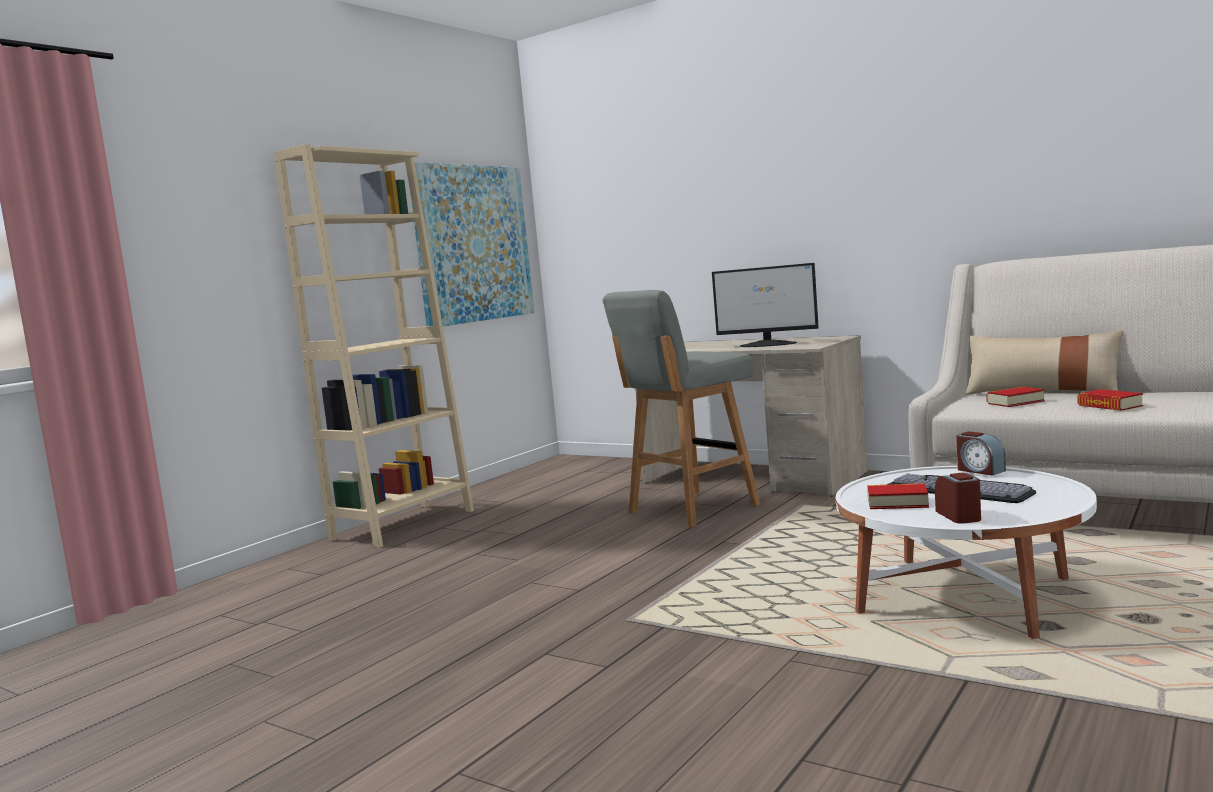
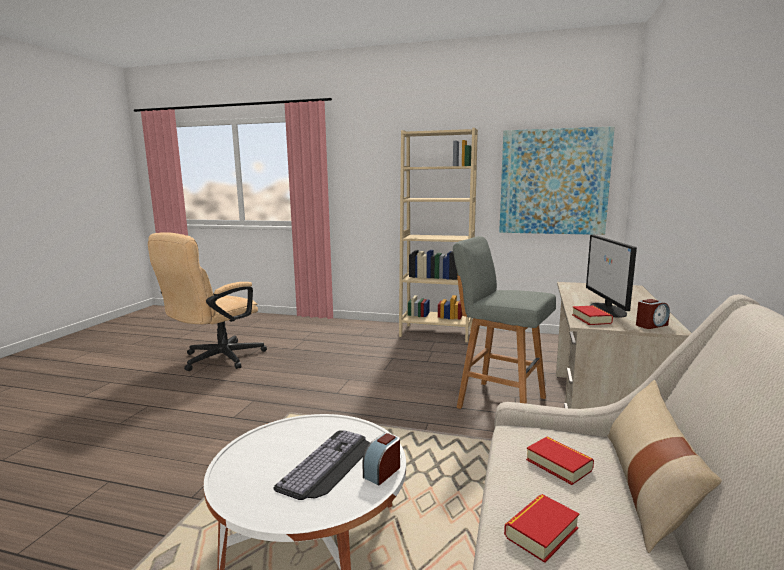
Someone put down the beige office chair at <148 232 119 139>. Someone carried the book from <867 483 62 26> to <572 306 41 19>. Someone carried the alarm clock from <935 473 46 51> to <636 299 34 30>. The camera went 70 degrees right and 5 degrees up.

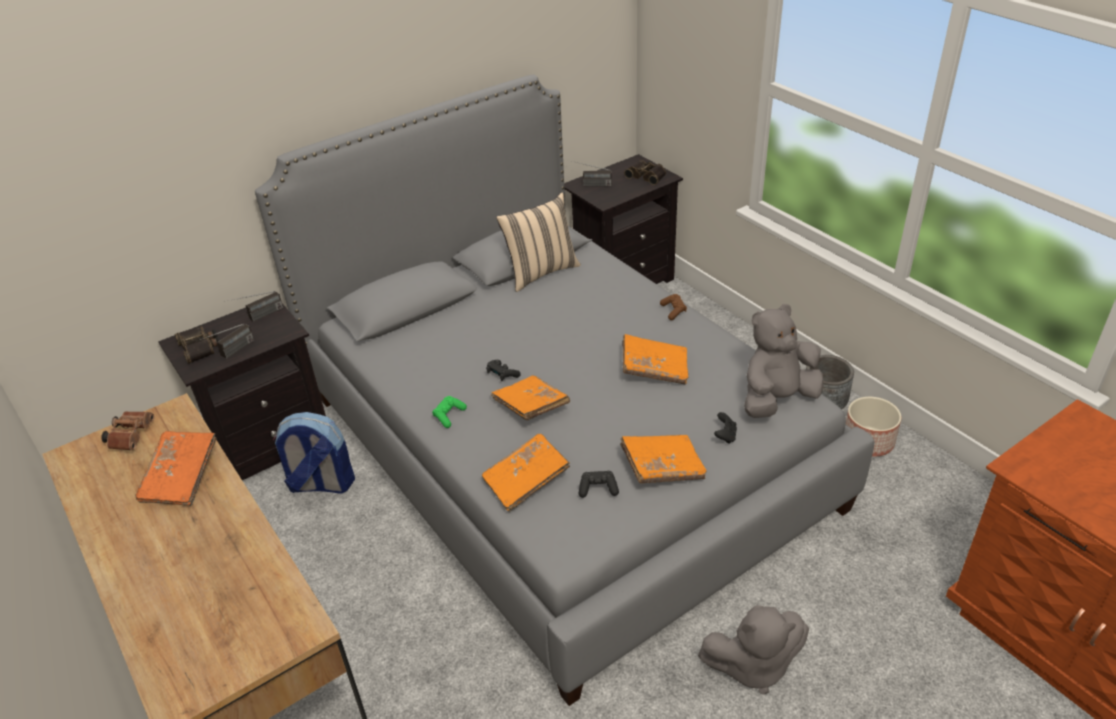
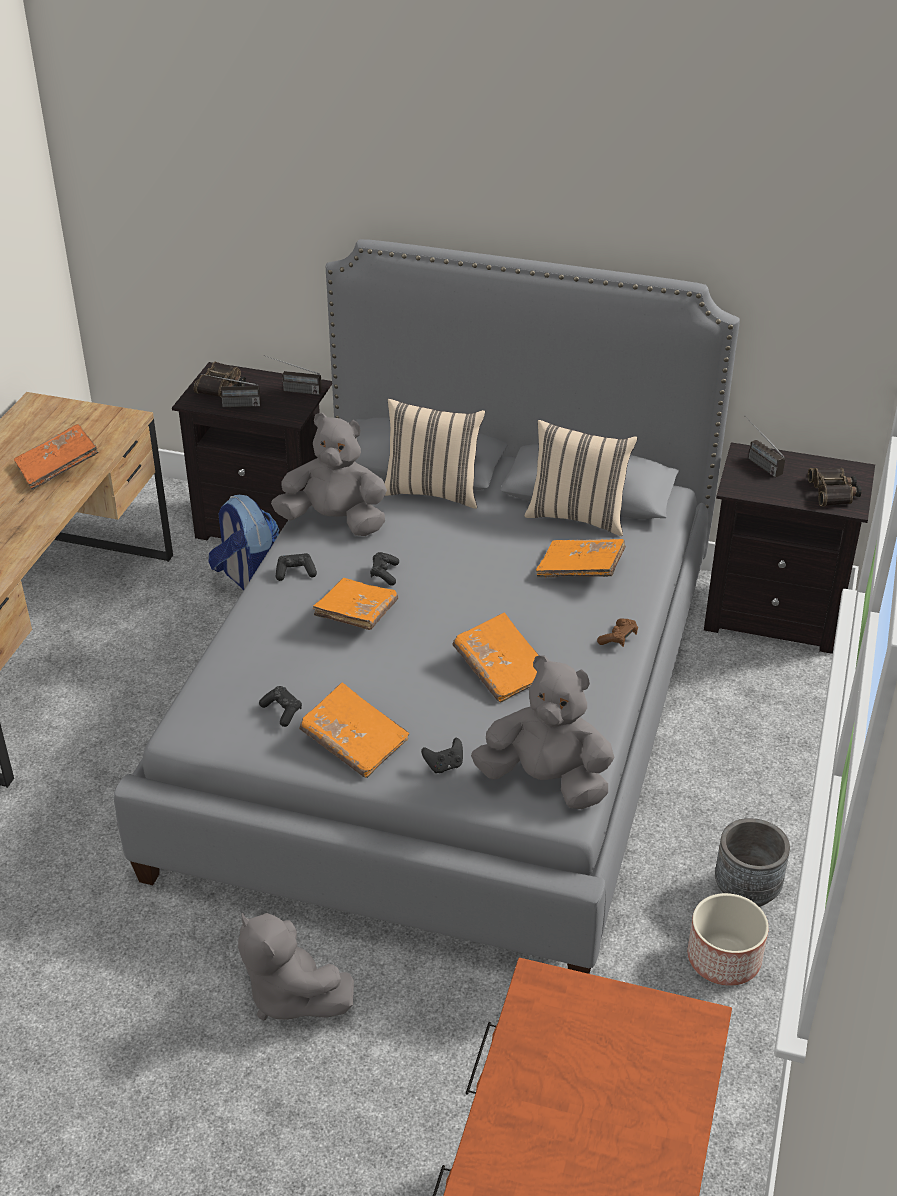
Someone put down the grey plush toy at <271 413 116 123>. Someone repainted the green game controller at <432 396 35 32>, which became the black game controller at <276 553 41 28>. Someone put down the beige pillow at <384 399 101 110>. Someone carried the orange book from <482 434 88 78> to <536 539 90 38>. Someone took away the brown binoculars at <101 411 54 40>. The camera went 50 degrees right and 0 degrees up.

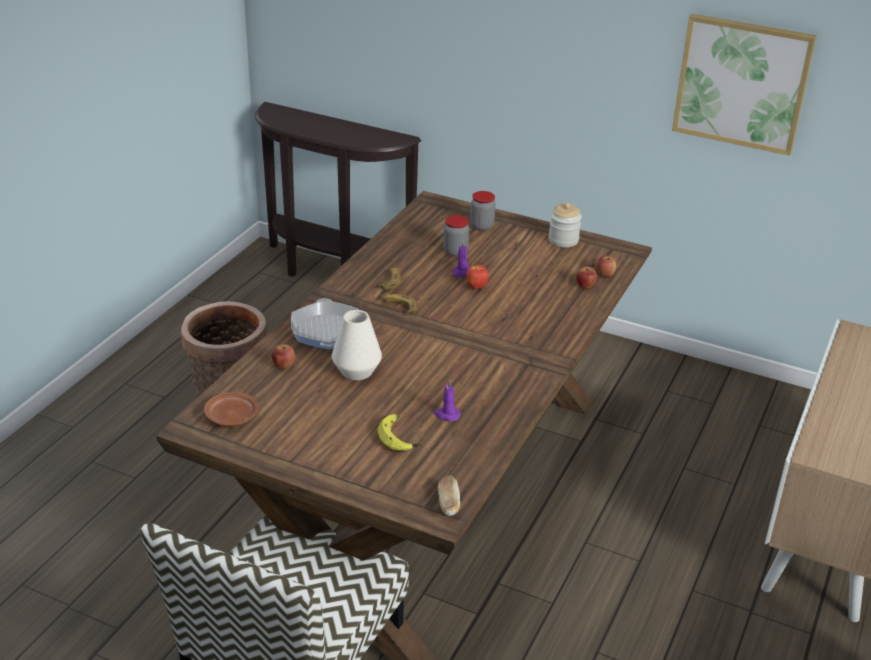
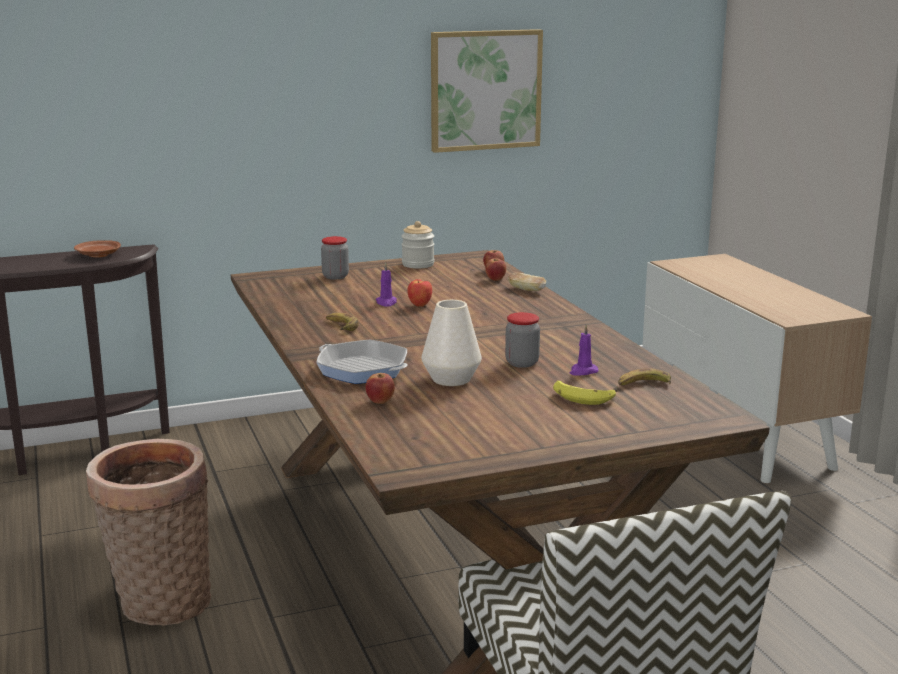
Someone carried the brown plate from <204 392 55 35> to <74 240 47 18>. Someone carried the jar from <443 215 26 41> to <505 312 35 56>. Someone carried the bread from <438 476 22 40> to <508 273 38 18>. Someone carried the banana from <381 294 37 20> to <618 368 53 17>. The camera went 45 degrees left and 15 degrees down.

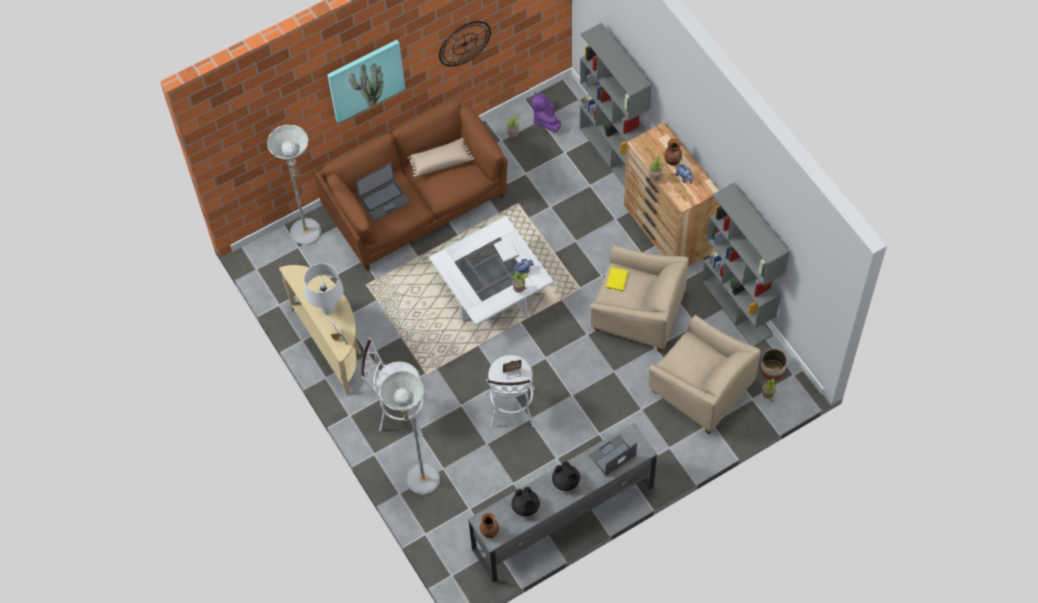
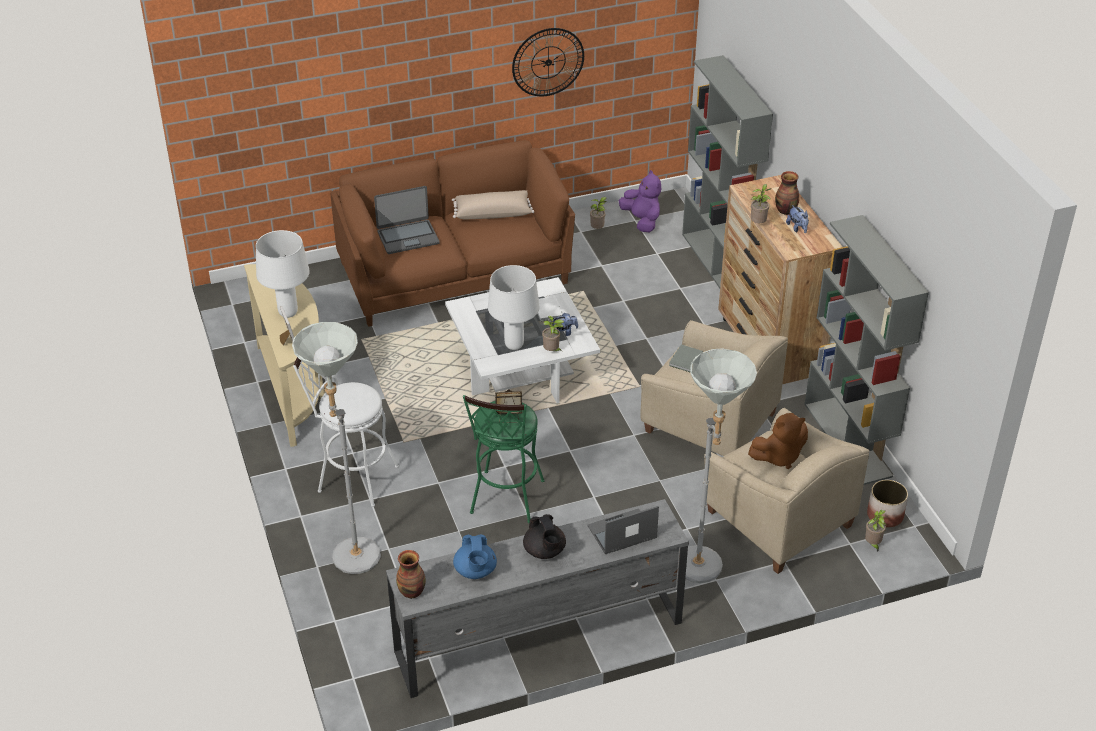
Someone repainted the black teapot at <511 487 29 29>, which became the blue teapot at <453 534 44 45>. Someone repainted the white stool at <486 355 49 73>, which became the green stool at <463 395 82 128>. Someone put down the white table lamp at <488 265 51 85>. Someone rotated the purple plush toy at <531 92 30 40> by 150 degrees clockwise. Someone repainted the yellow book at <606 267 22 24>, which became the grey book at <669 344 34 28>. Someone carried the grey floor lamp from <267 125 54 120> to <685 348 72 235>. Someone put down the brown plush toy at <748 413 60 56>. Someone took away the picture at <327 40 78 83>. The camera went 10 degrees right and 20 degrees down.

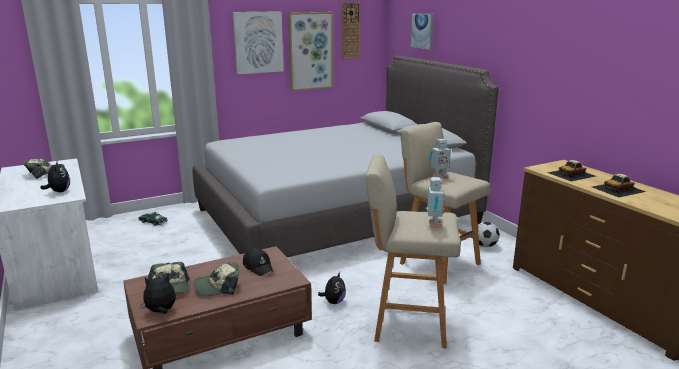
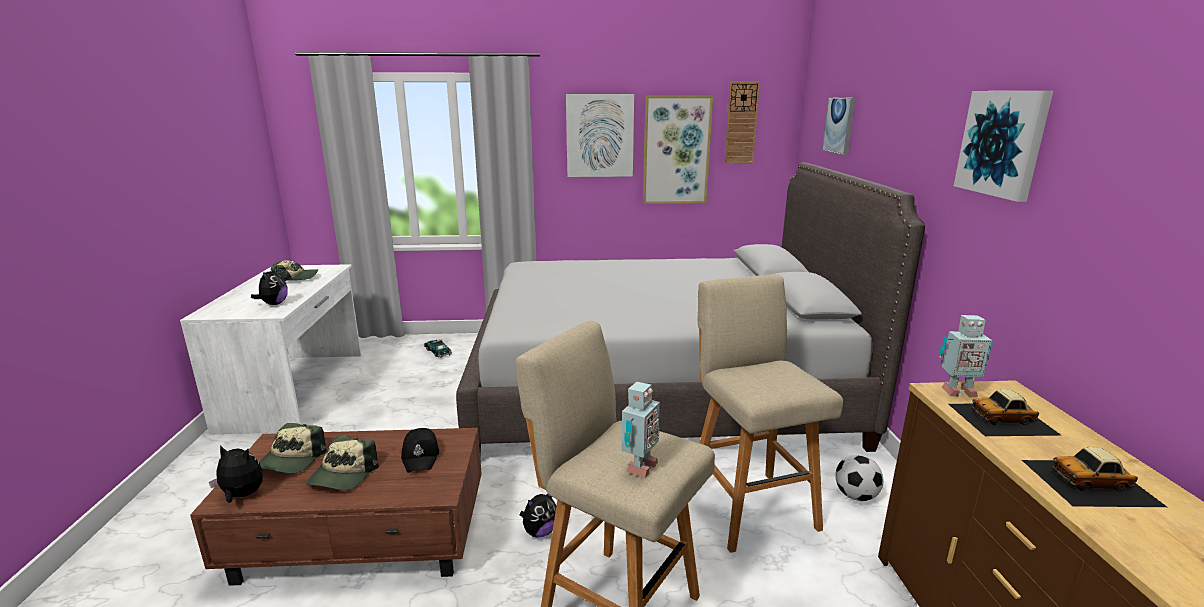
Someone rotated the cap at <194 262 45 34> by 90 degrees counterclockwise. Someone carried the toy robot from <430 139 21 40> to <939 315 54 83>. Someone put up the picture at <954 91 99 111>. The camera went 25 degrees right and 0 degrees up.

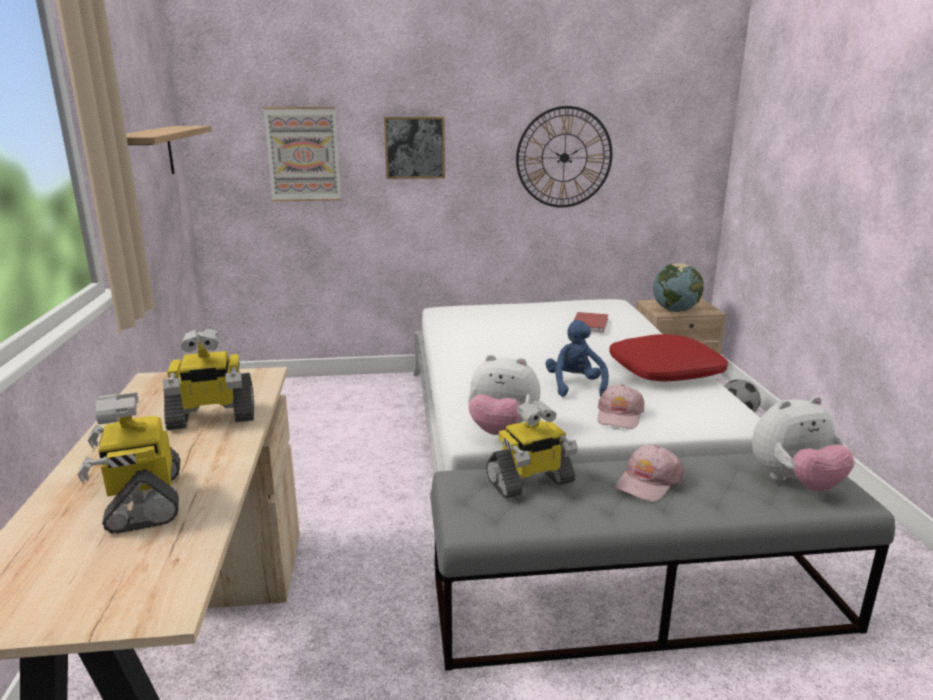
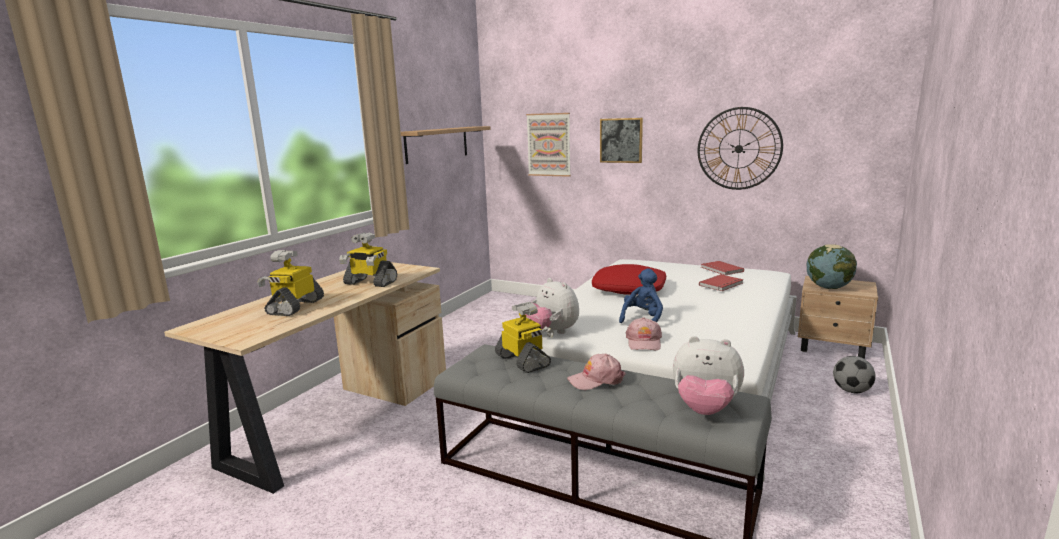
Someone rotated the toy robot at <486 400 92 99> by 135 degrees counterclockwise. Someone carried the red pillow from <609 334 119 48> to <592 264 74 31>. Someone rotated the pink cap at <597 384 47 45> by 45 degrees counterclockwise. Someone put down the red book at <701 261 43 14>. The camera went 35 degrees right and 5 degrees down.

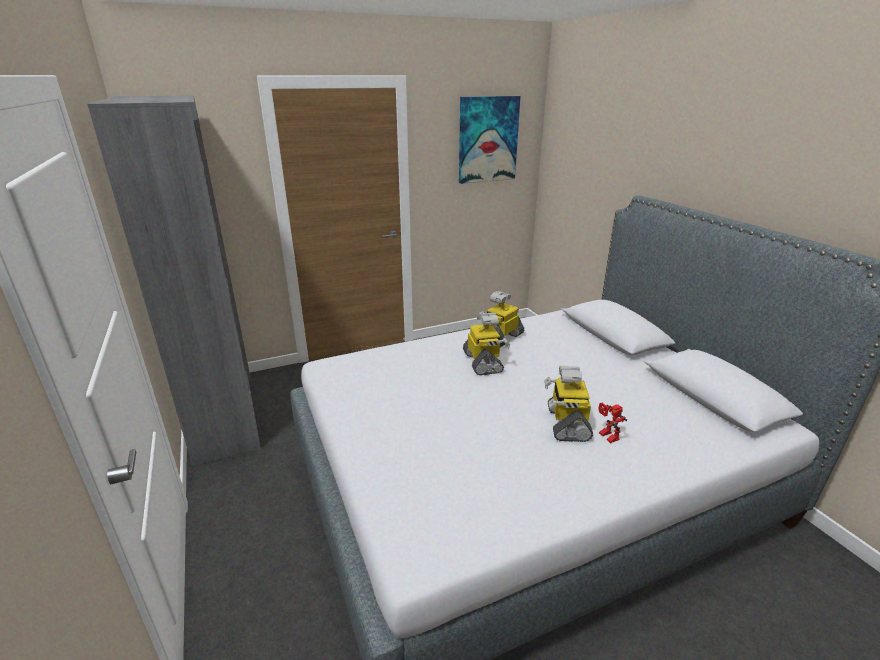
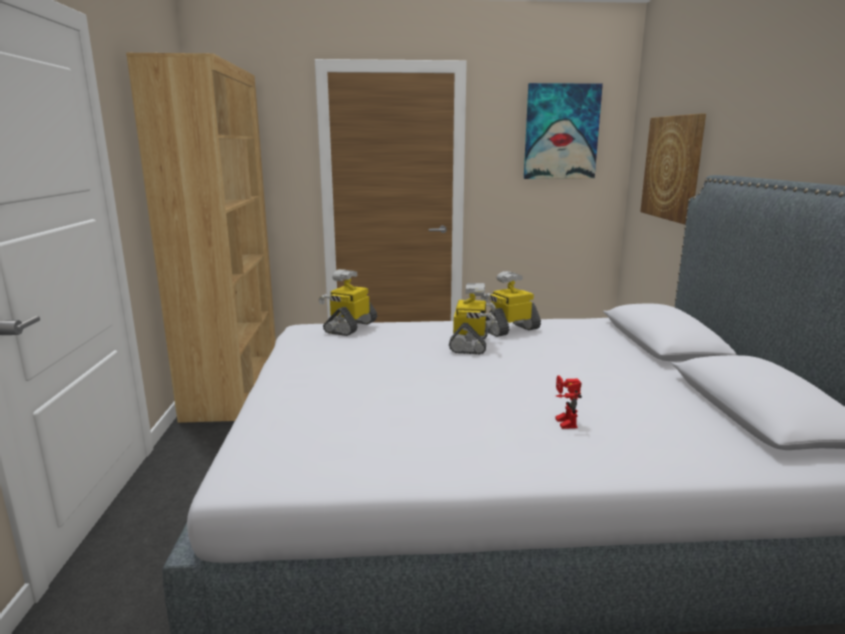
Someone repainted the grey bookcase at <87 95 174 371>, which became the brown bookcase at <126 53 150 370>. Someone carried the toy robot from <544 366 49 76> to <318 269 60 67>. Someone put up the picture at <640 114 66 111>. The camera went 20 degrees right and 10 degrees down.

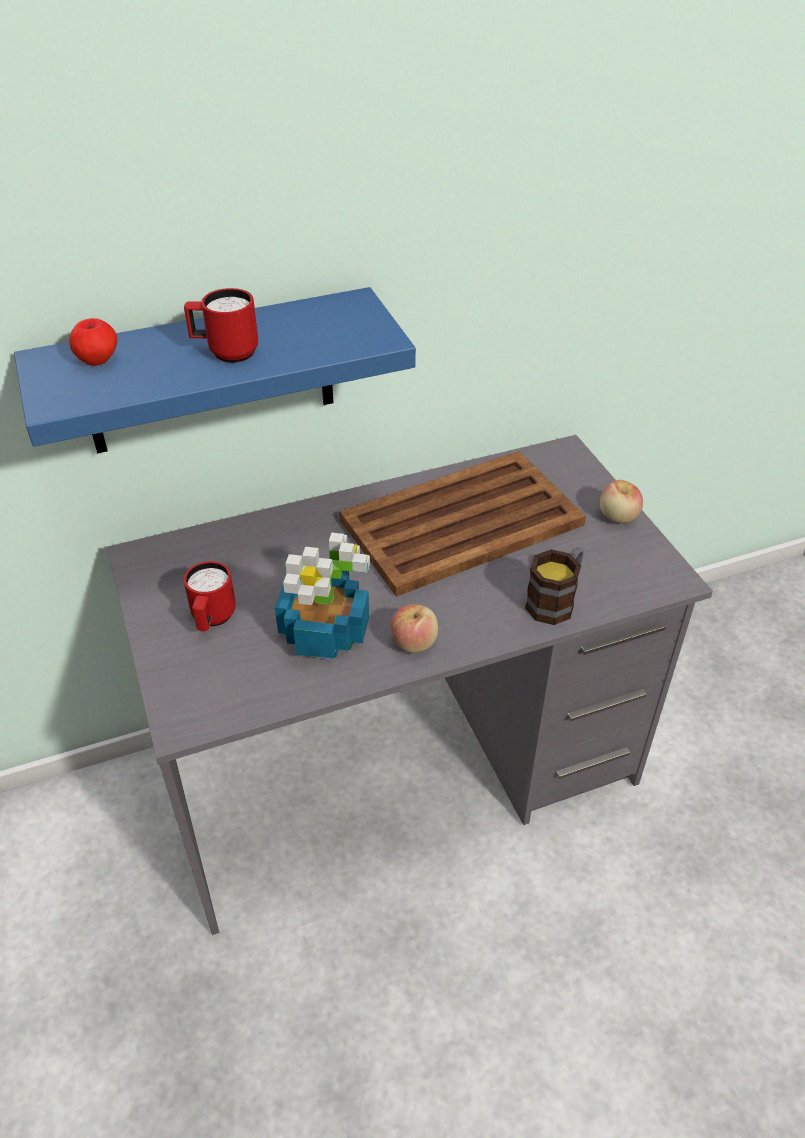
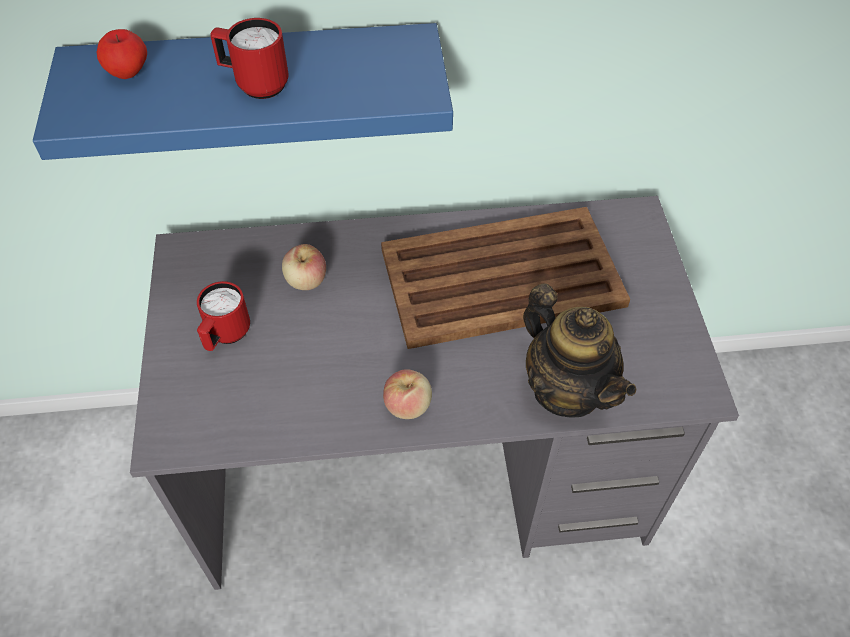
Someone carried the apple from <600 480 43 43> to <282 244 44 46>. Someone swapped the mug at <525 547 58 78> for the teapot at <523 283 113 134>. Someone took away the potted plant at <275 533 95 126>. The camera went 15 degrees right and 10 degrees up.

